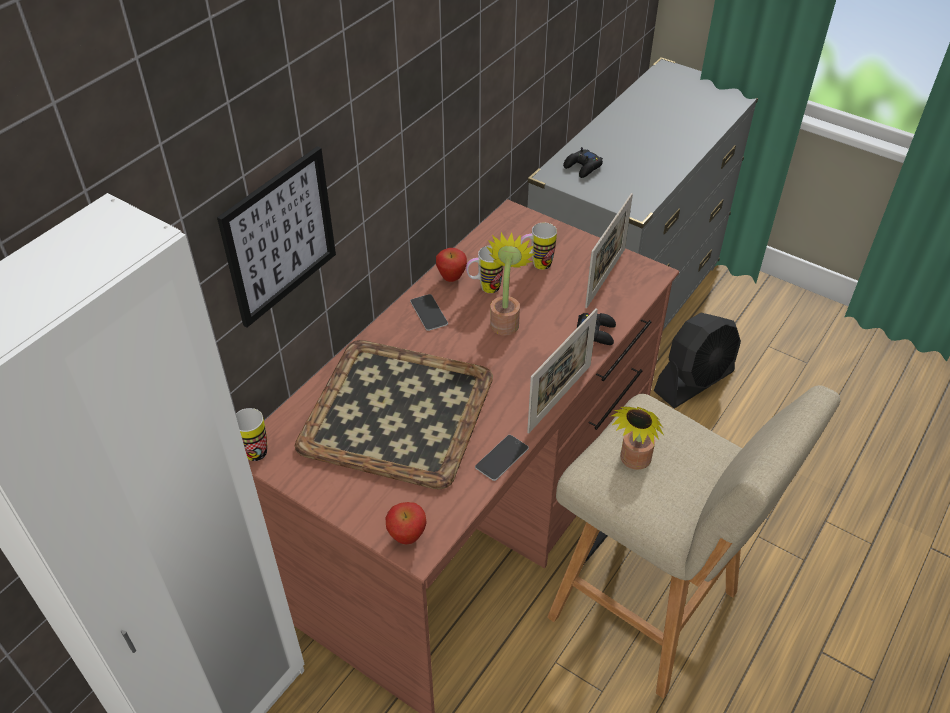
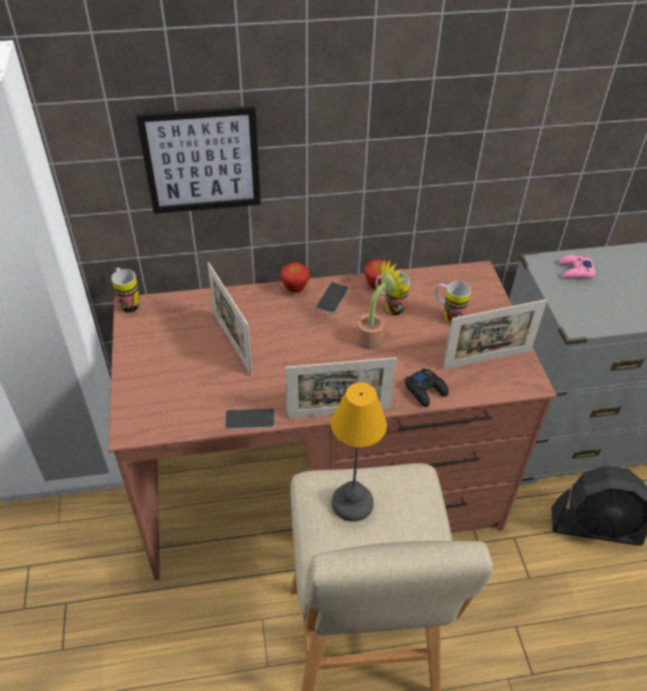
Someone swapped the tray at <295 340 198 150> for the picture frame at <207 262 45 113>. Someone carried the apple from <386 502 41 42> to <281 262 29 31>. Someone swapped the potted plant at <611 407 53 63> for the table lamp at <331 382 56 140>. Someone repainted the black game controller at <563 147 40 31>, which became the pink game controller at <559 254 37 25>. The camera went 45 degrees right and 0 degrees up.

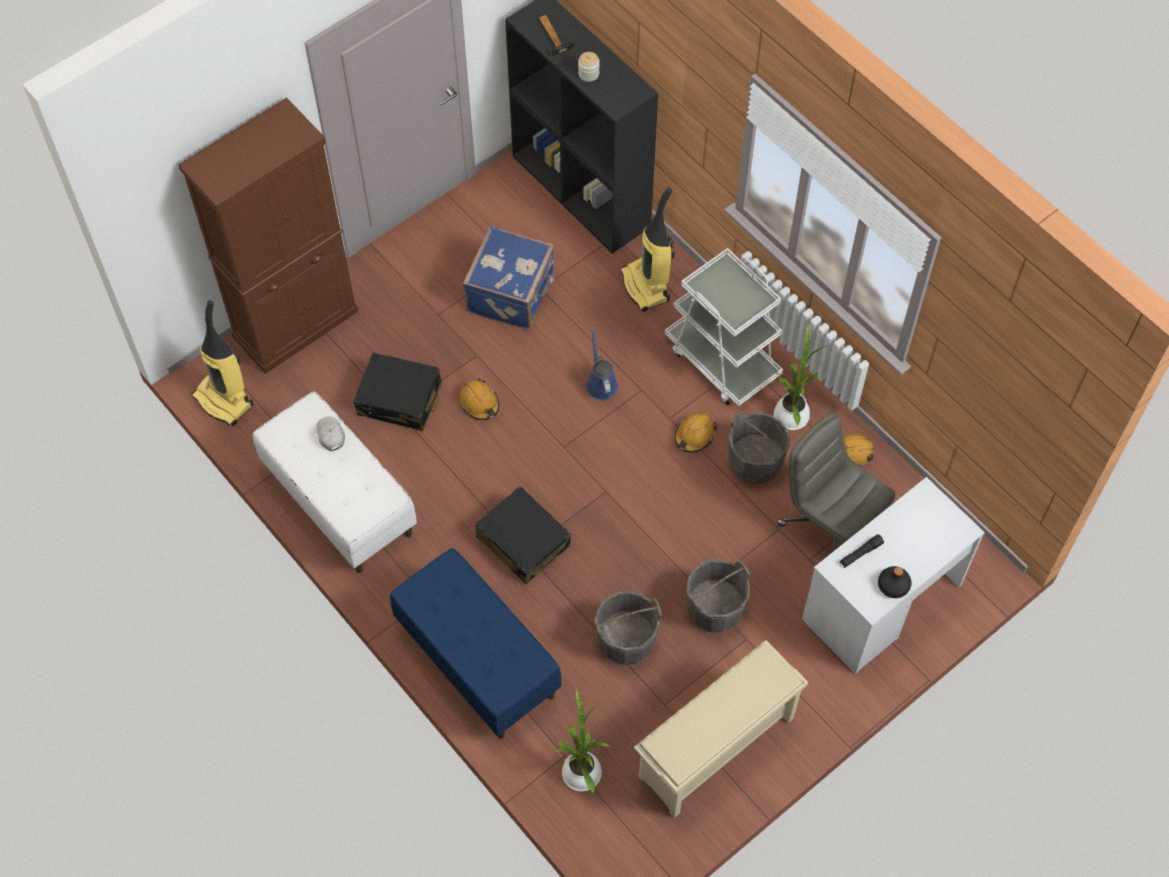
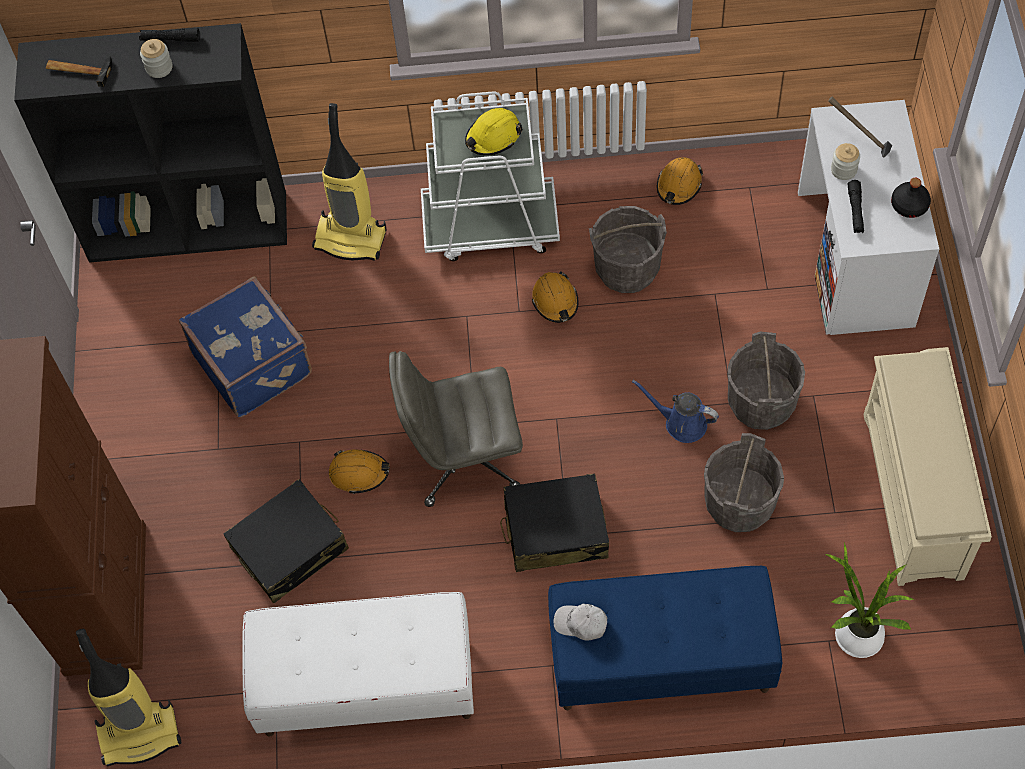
Someone put down the black flashlight at <139 28 61 14>. Someone carried the grey office chair from <777 413 118 138> to <389 351 134 156>. Someone put down the yellow hard hat at <465 108 58 48>. Someone carried the white cap from <316 417 29 34> to <554 604 53 36>. Someone carried the blue watering can from <586 327 32 73> to <632 380 87 63>. Someone put down the hammer at <828 97 64 61>. Someone put down the jar at <831 143 29 37>. Someone took away the potted plant at <773 325 55 105>. The camera went 50 degrees left and 0 degrees up.

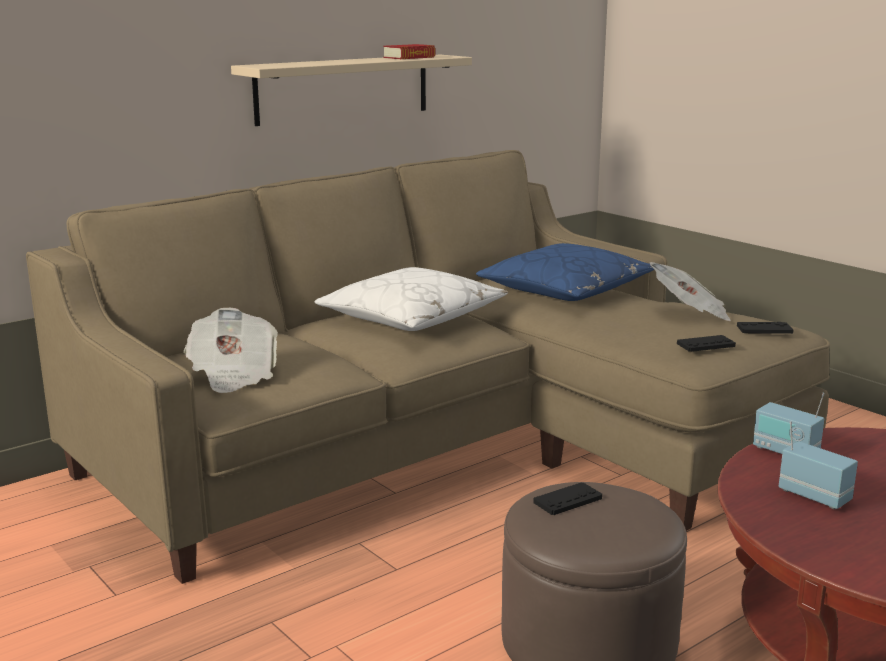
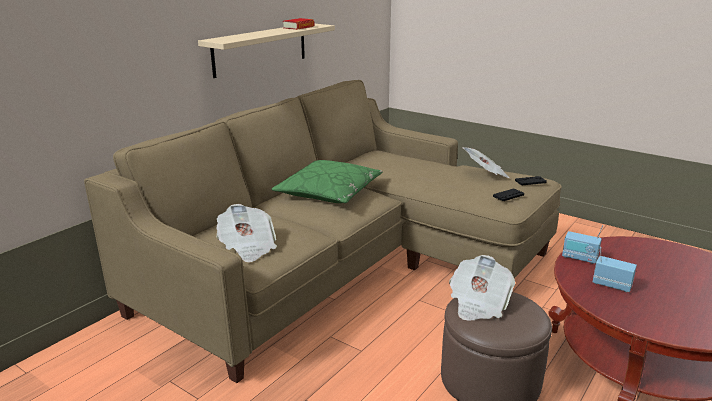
Someone repainted the white pillow at <314 267 194 64>, which became the green pillow at <272 160 111 43>. Someone swapped the black game controller at <533 483 69 32> for the newspaper at <449 255 66 66>. Someone took away the blue pillow at <476 243 178 58>. The camera went 15 degrees left and 5 degrees up.

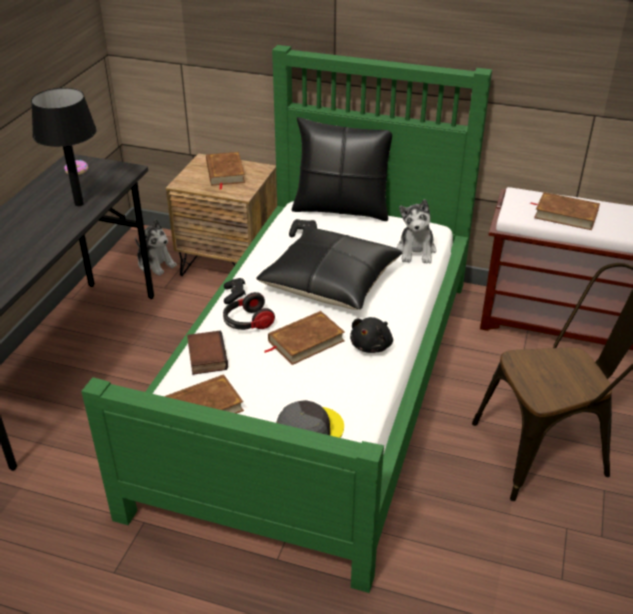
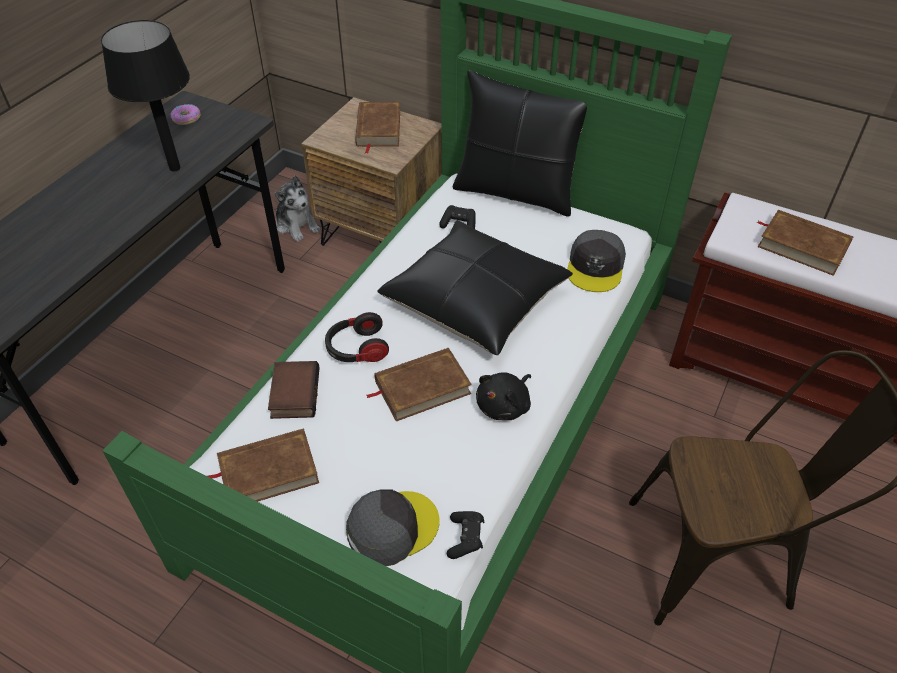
Someone carried the black game controller from <224 278 22 26> to <447 511 38 48>. Someone swapped the plush toy at <396 199 40 65> for the grey cap at <567 230 59 62>. The camera went 10 degrees right and 10 degrees up.

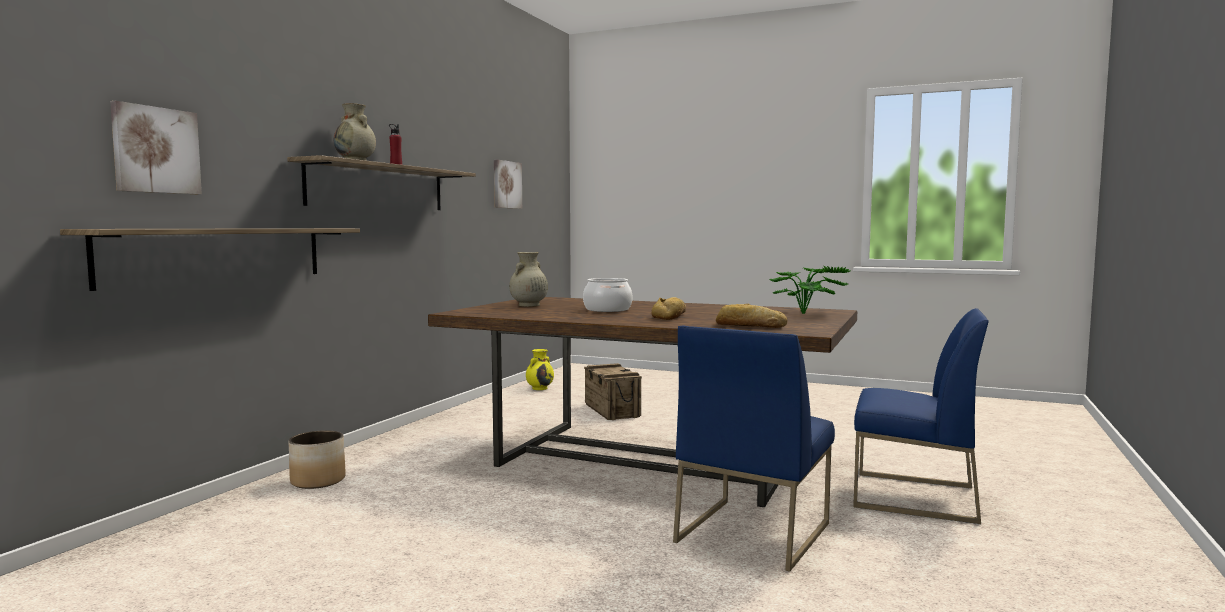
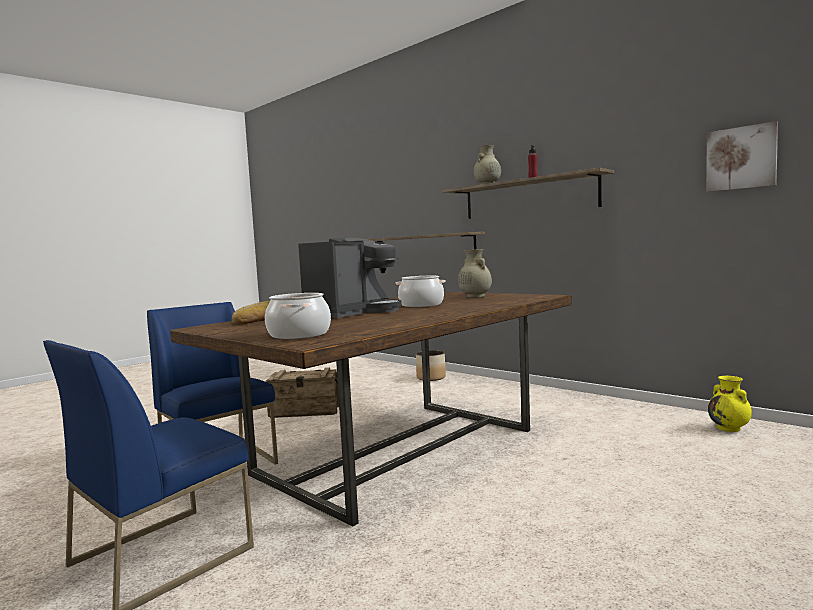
Someone swapped the potted plant at <769 265 81 49> for the cooking pot at <265 293 66 46>. Someone carried the crate from <584 363 58 57> to <266 368 73 50>. Someone swapped the bread at <651 297 35 23> for the coffee machine at <298 238 104 80>. Someone took away the picture at <110 101 92 93>. The camera went 110 degrees right and 0 degrees up.

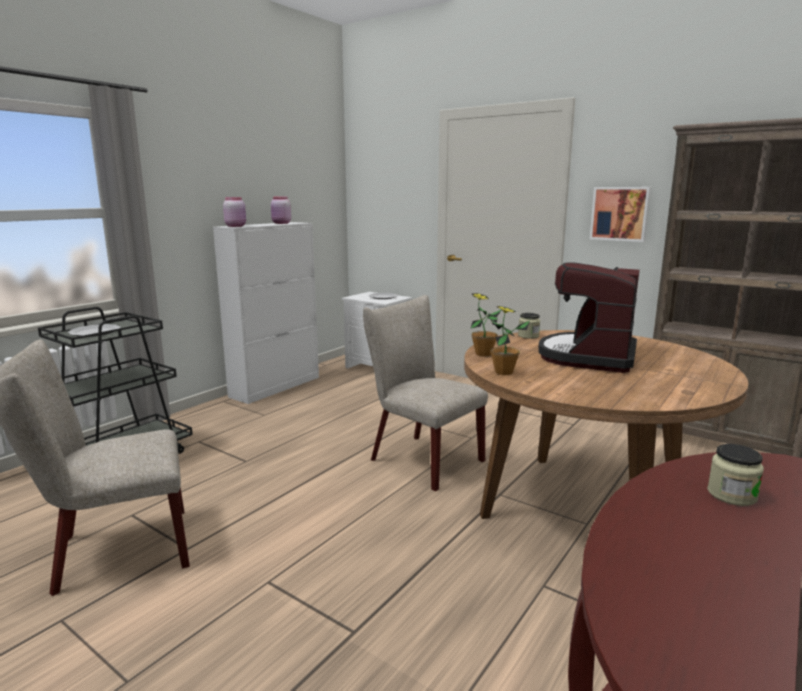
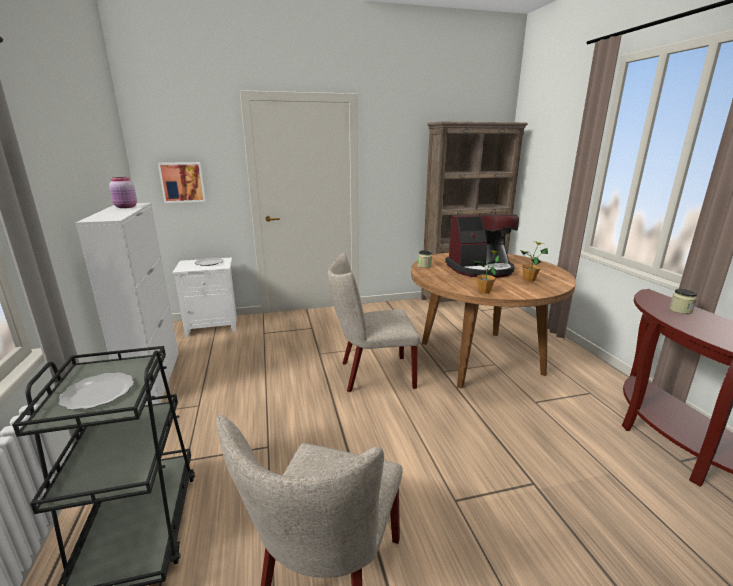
Someone carried the picture from <590 187 61 55> to <158 162 48 41>. Someone rotated the coffee machine at <538 262 102 111> by 75 degrees counterclockwise. Someone carried the potted plant from <471 293 30 64> to <520 241 28 41>. Someone took away the pink jar at <223 197 23 30>. The camera went 50 degrees left and 5 degrees up.

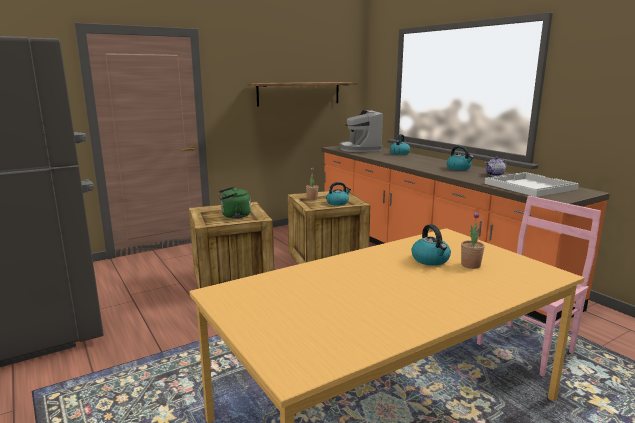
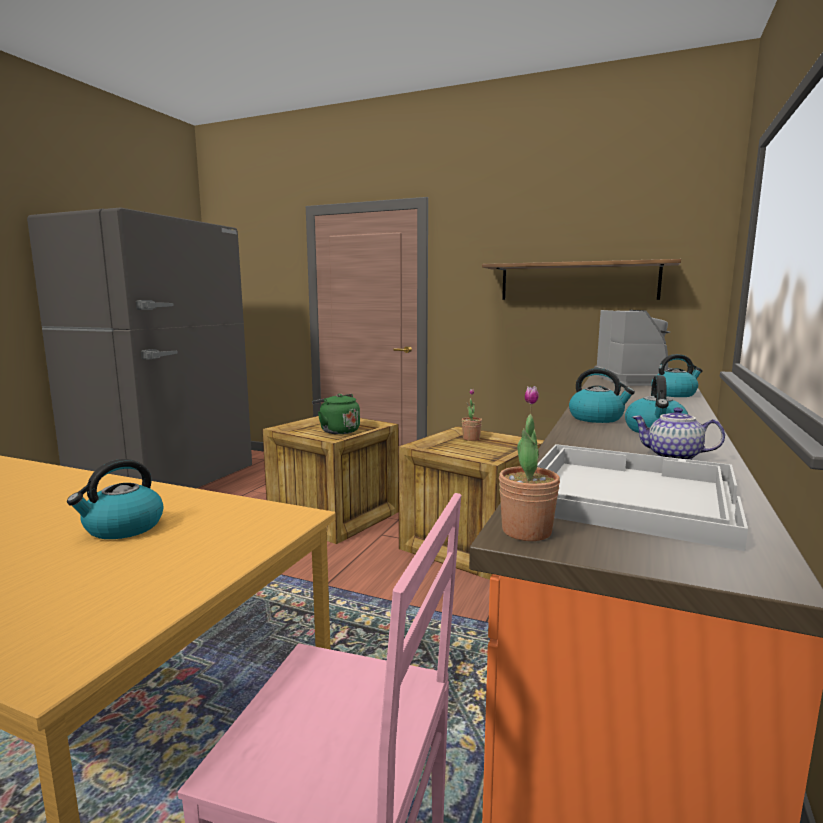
Someone carried the potted plant from <461 212 24 57> to <499 386 61 155>. Someone carried the kettle from <326 182 25 24> to <569 368 66 55>. Someone rotated the coffee machine at <339 110 44 42> by 135 degrees clockwise. The camera went 55 degrees right and 5 degrees down.

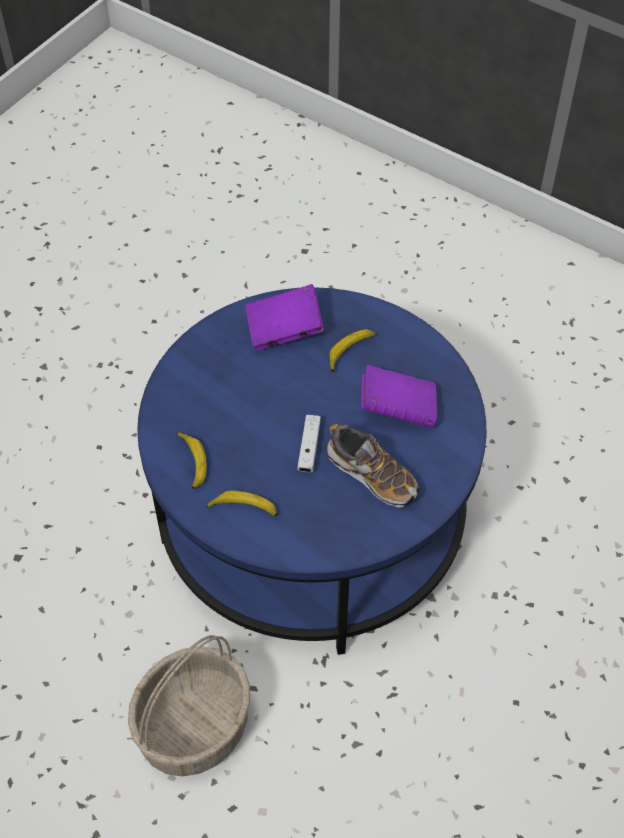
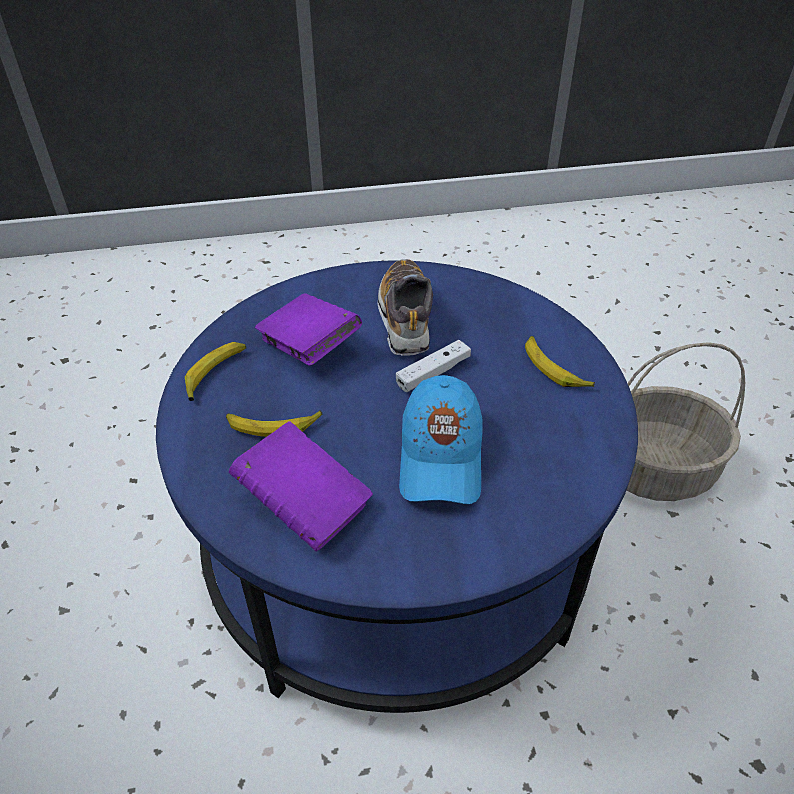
Someone carried the banana from <176 432 31 57> to <185 342 61 59>. Someone put down the blue cap at <399 375 84 129>. The camera went 135 degrees left and 10 degrees down.

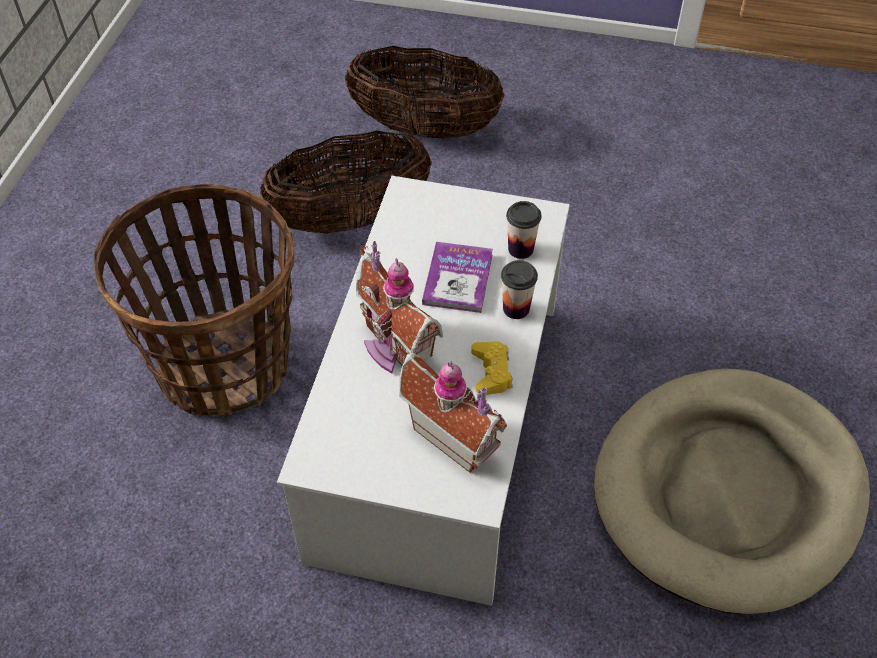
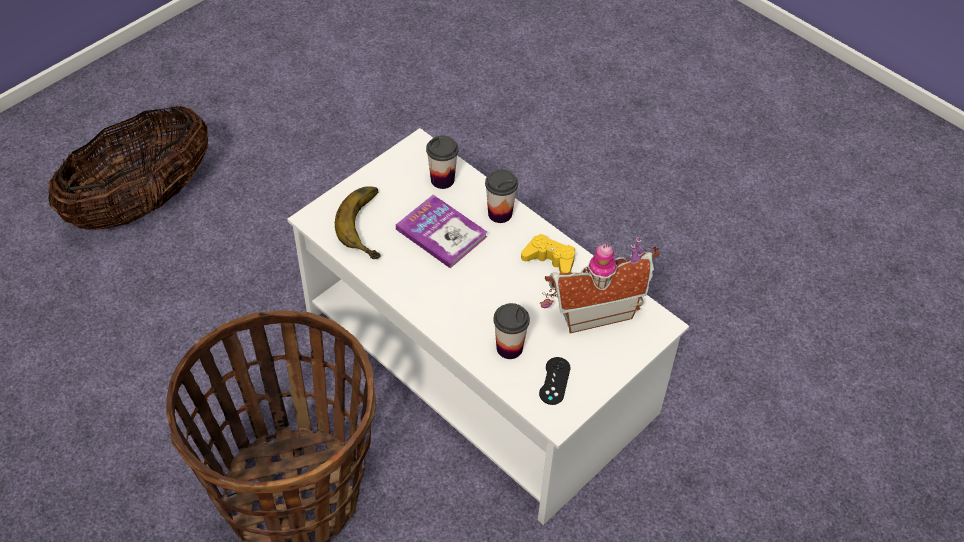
Someone put down the banana at <335 186 45 73>. Someone put down the cup at <493 303 37 56>. Someone put down the black game controller at <539 357 31 48>. Someone took away the basket at <260 131 172 103>. Someone took away the toy house at <355 241 88 133>. Someone took away the beige dog bed at <594 368 276 246>. The camera went 60 degrees left and 0 degrees up.

